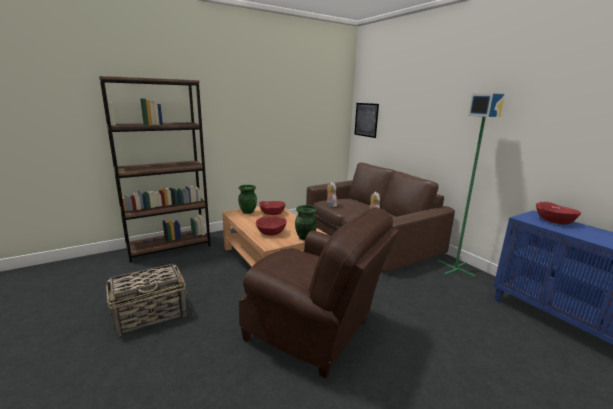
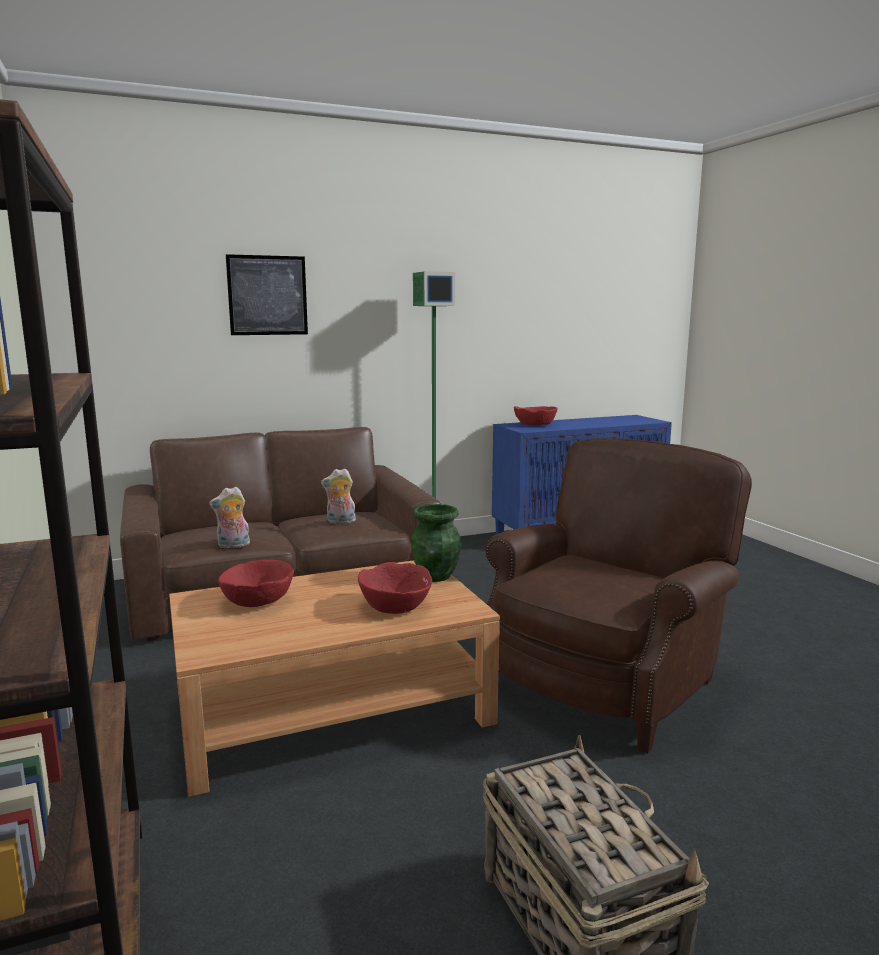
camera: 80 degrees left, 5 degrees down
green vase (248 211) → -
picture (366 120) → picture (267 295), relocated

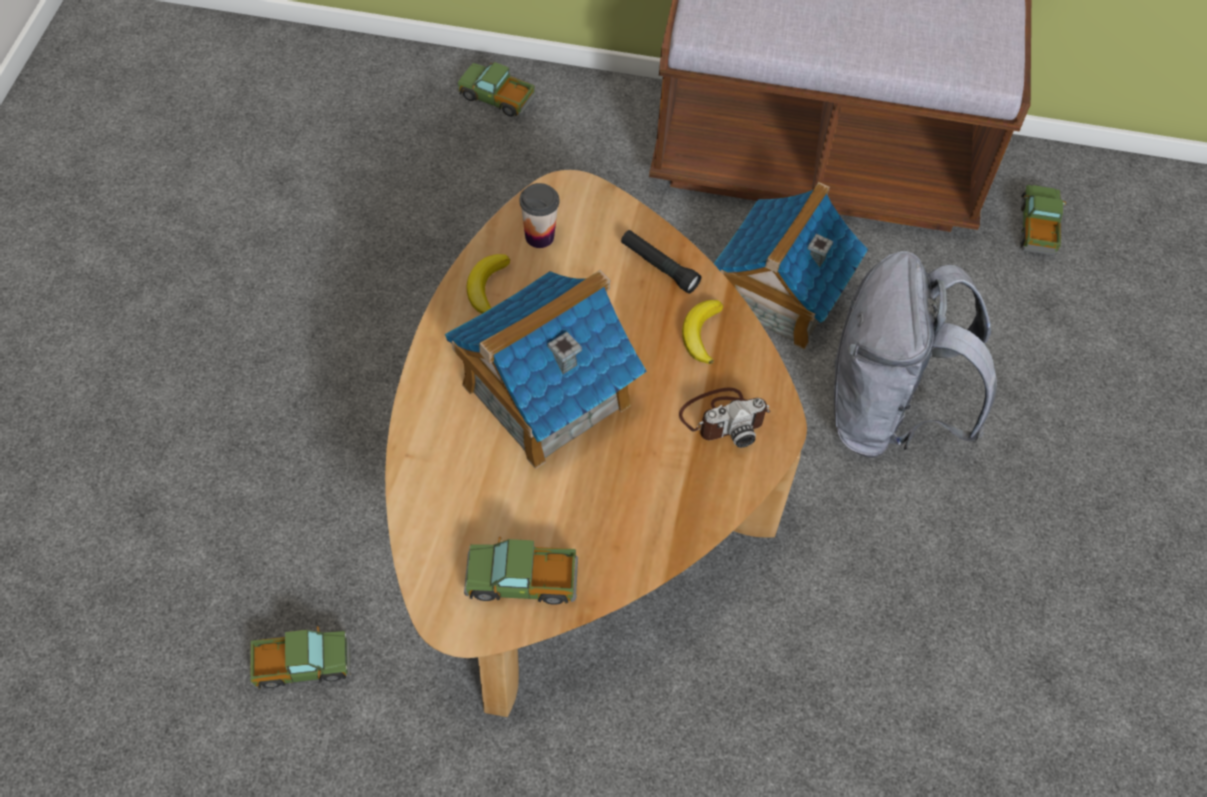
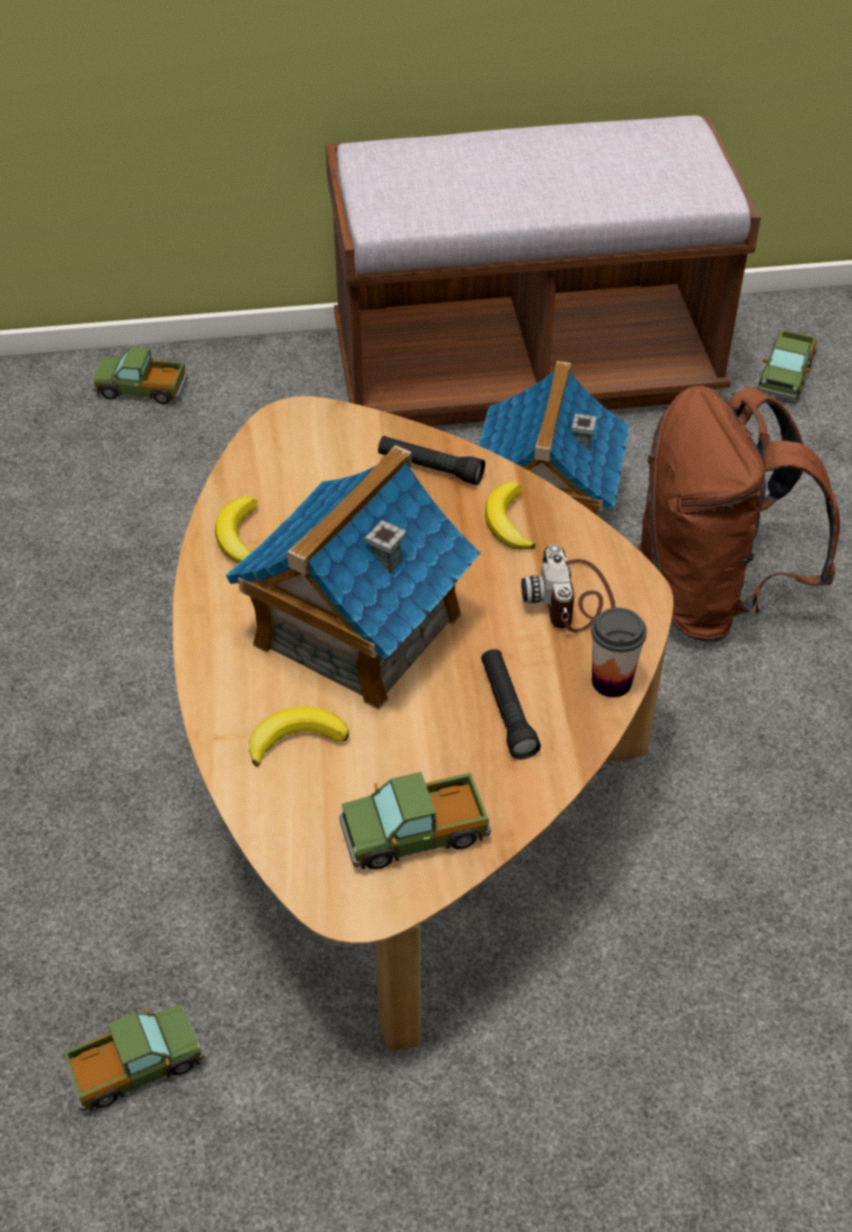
camera: 15 degrees left, 10 degrees down
cup (539 236) → cup (611 681), relocated
photo camera (723 418) → photo camera (572 599), 120 degrees clockwise
grey backpack (886 415) → brown backpack (712 596)
toy truck (1037 228) → toy truck (785 377), 150 degrees counterclockwise
- → banana (296 738)
- → black flashlight (507 711)

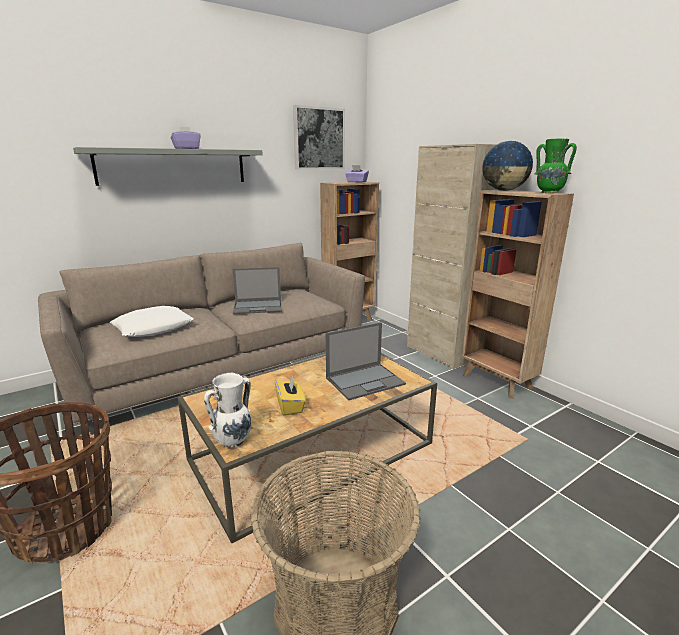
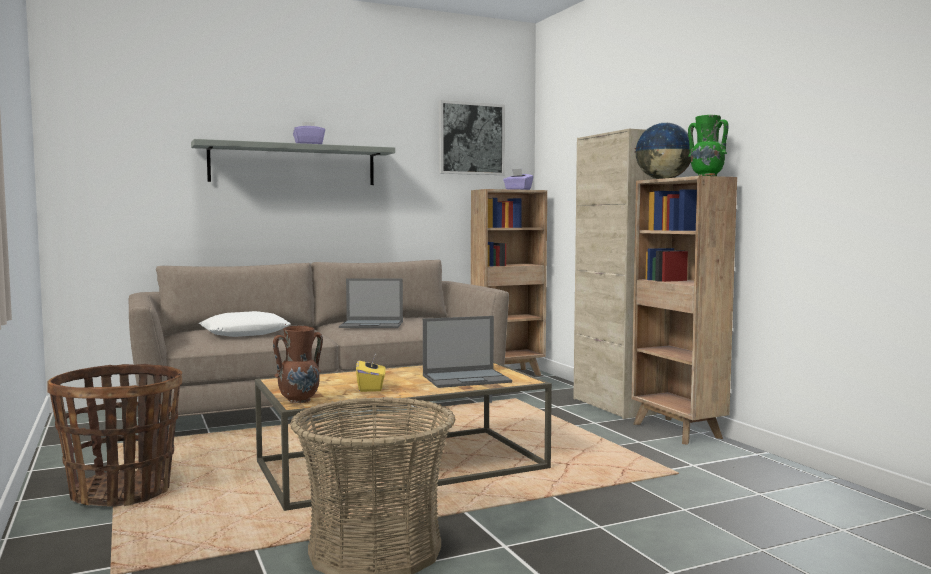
camera: 10 degrees right, 15 degrees down
white vase (233 441) → brown vase (300 401)

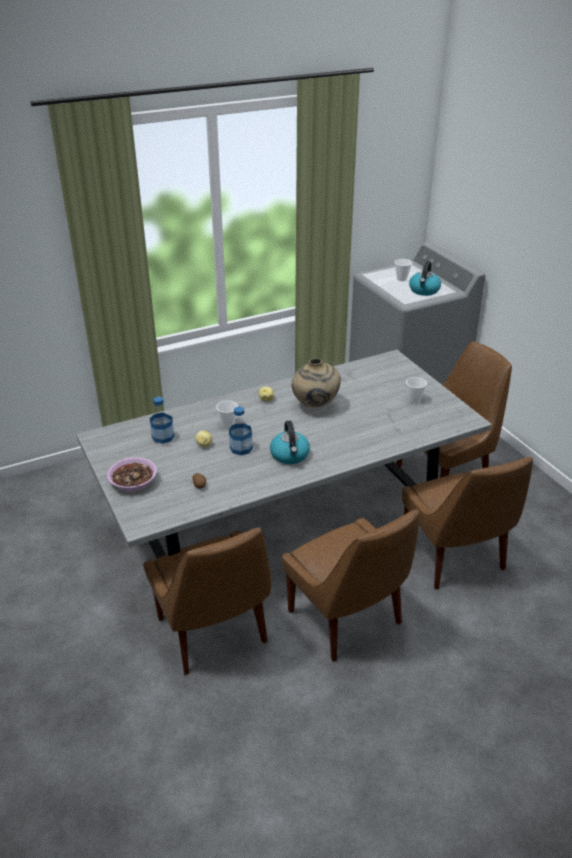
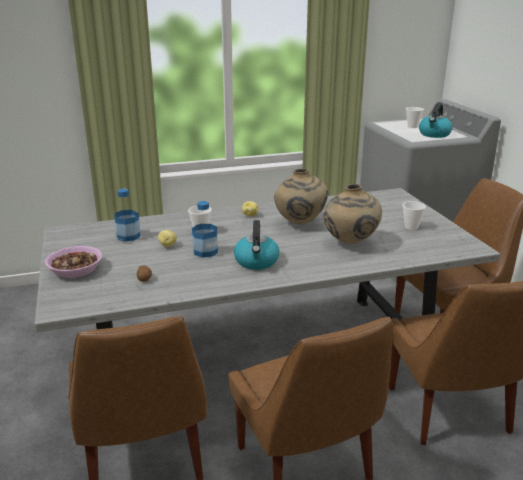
camera: 10 degrees right, 10 degrees down
- → beige vase (350 243)

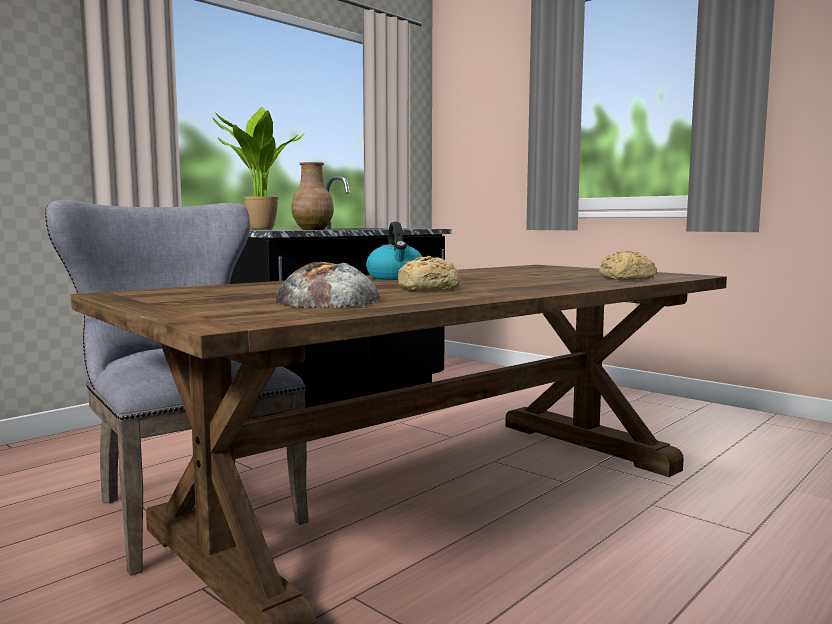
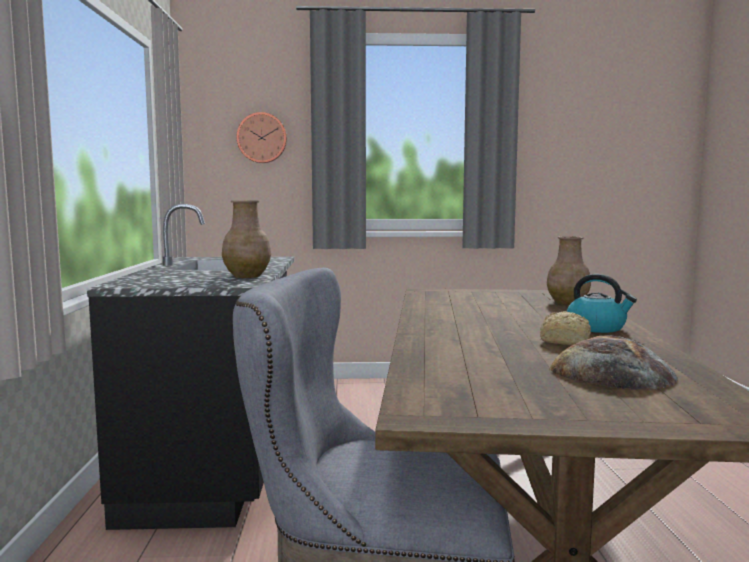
camera: 45 degrees left, 0 degrees up
potted plant (257 229) → -
kettle (396 278) → kettle (597 328), relocated
bread (626 279) → brown vase (568 303)
- → wall clock (262 138)

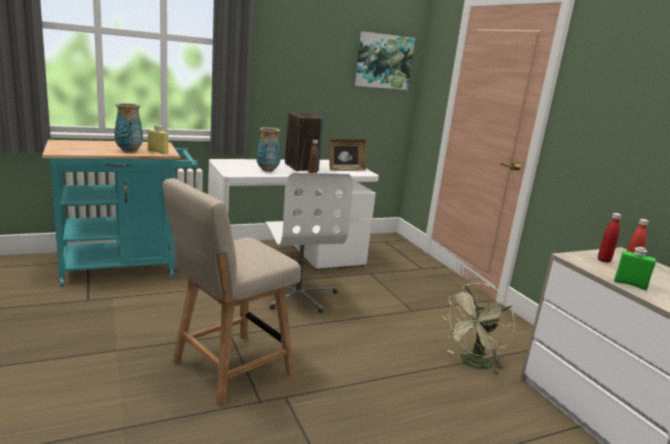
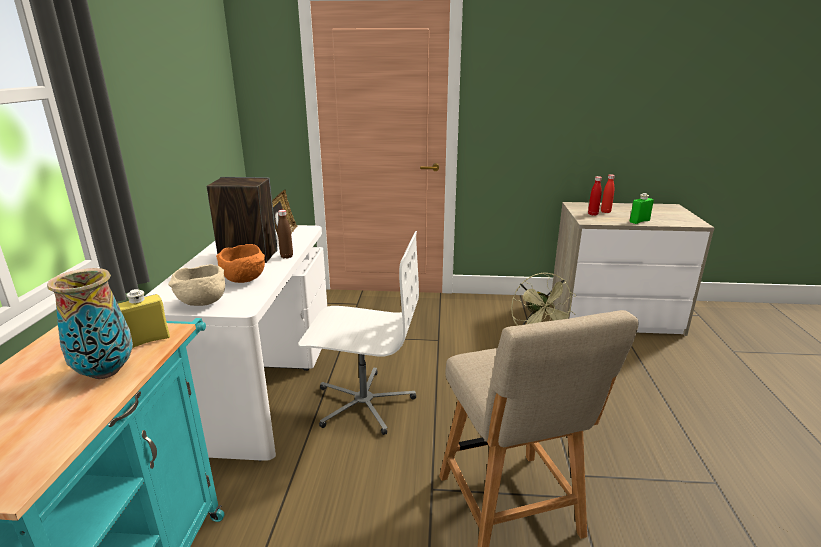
camera: 60 degrees left, 5 degrees up
vase (267 170) → orange bowl (245 280)
picture (383 61) → -
- → beige bowl (202 303)

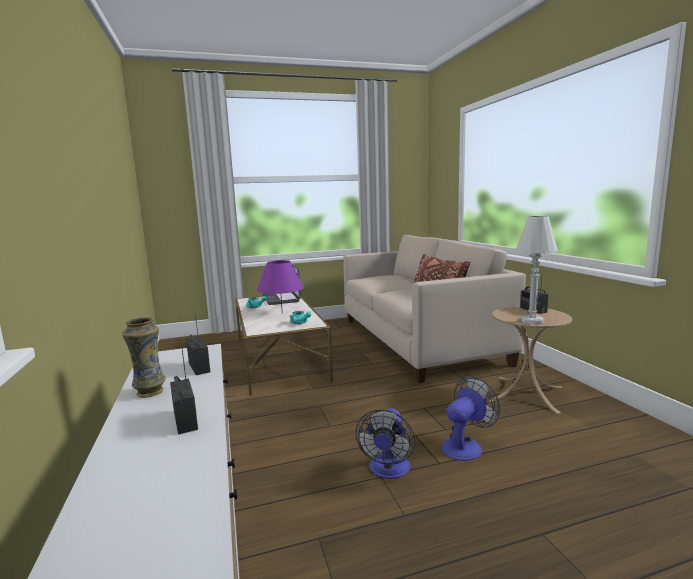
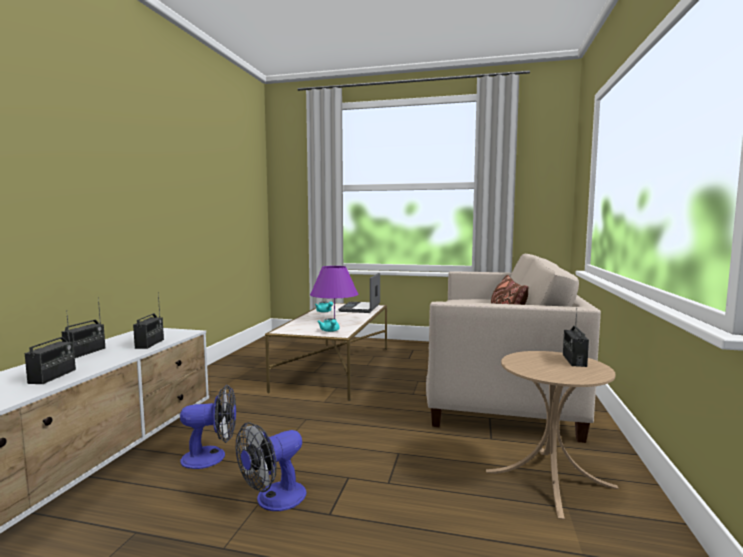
camera: 30 degrees right, 5 degrees down
vase (149 392) → radio (85 352)
fan (466 445) → fan (211 457), relocated
white table lamp (531 321) → -

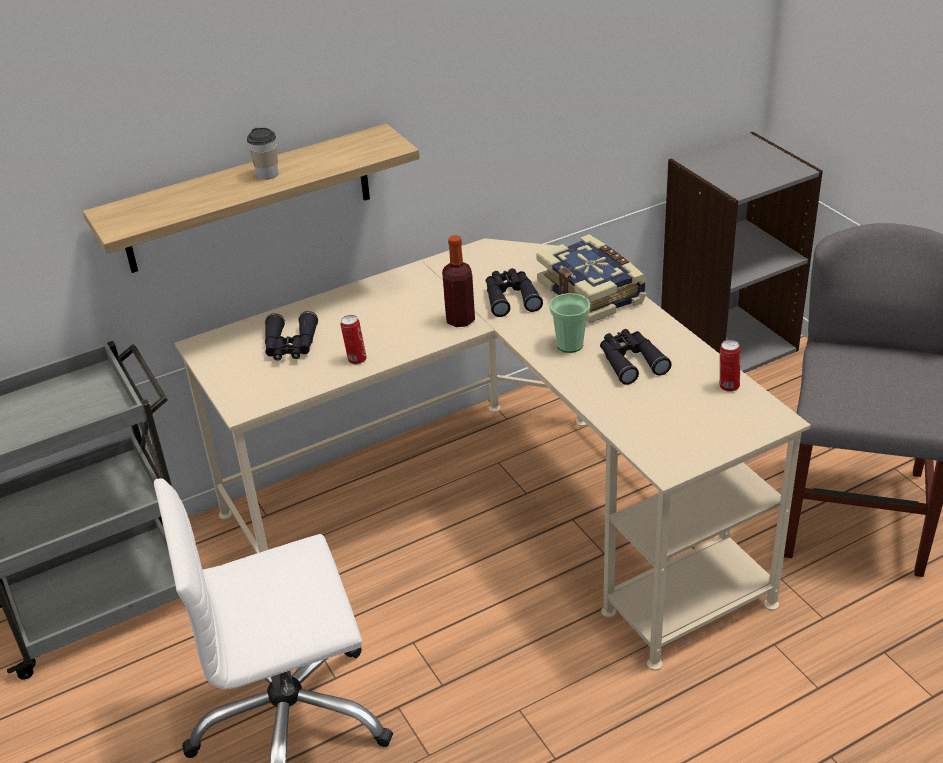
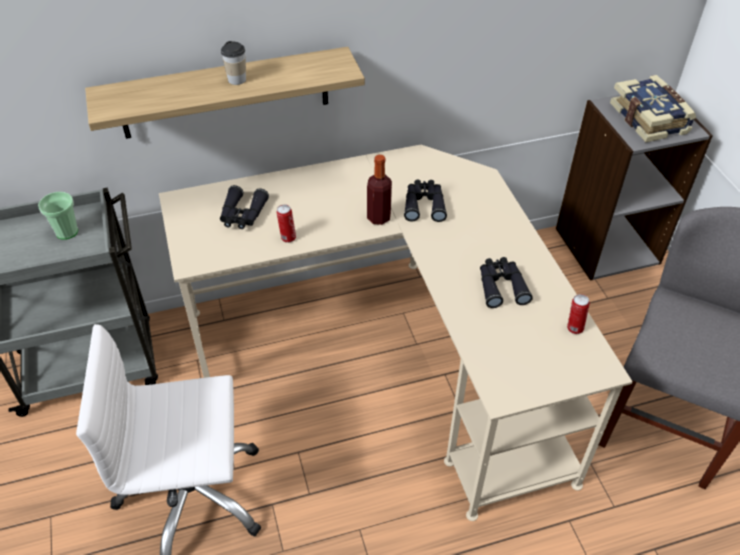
camera: 10 degrees right, 10 degrees up
book (592 292) → book (650 119), relocated
cup (569 345) → cup (67 232), relocated

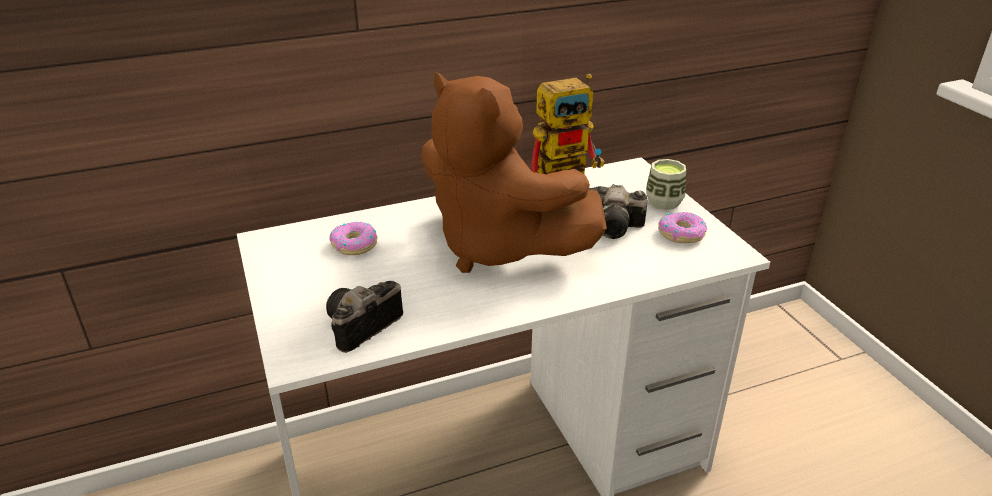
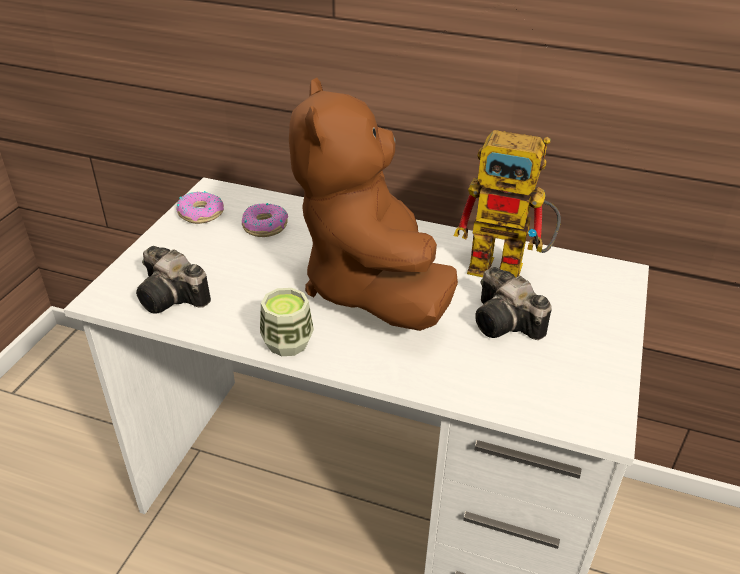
camera: 40 degrees right, 5 degrees up
photo camera (359 328) → photo camera (174 298), 135 degrees counterclockwise
cup (664 202) → cup (287 342), relocated
donut (681 234) → donut (201 213), relocated

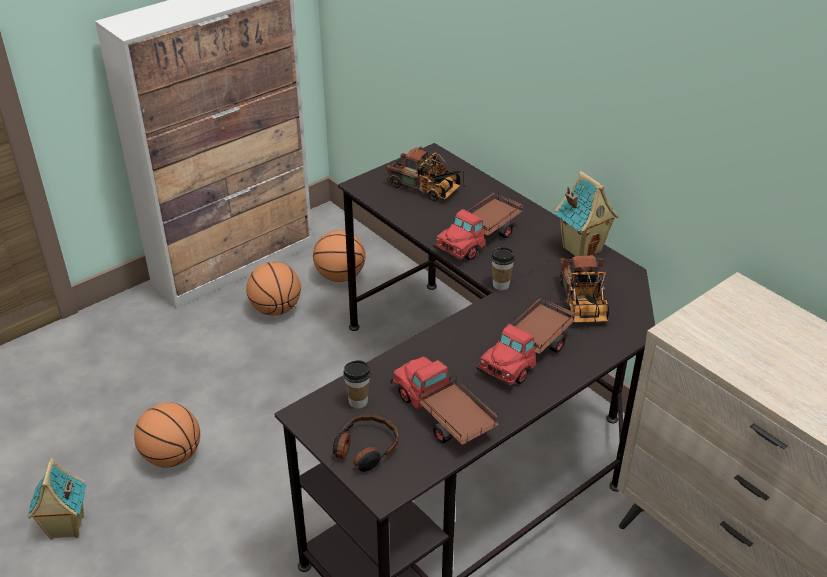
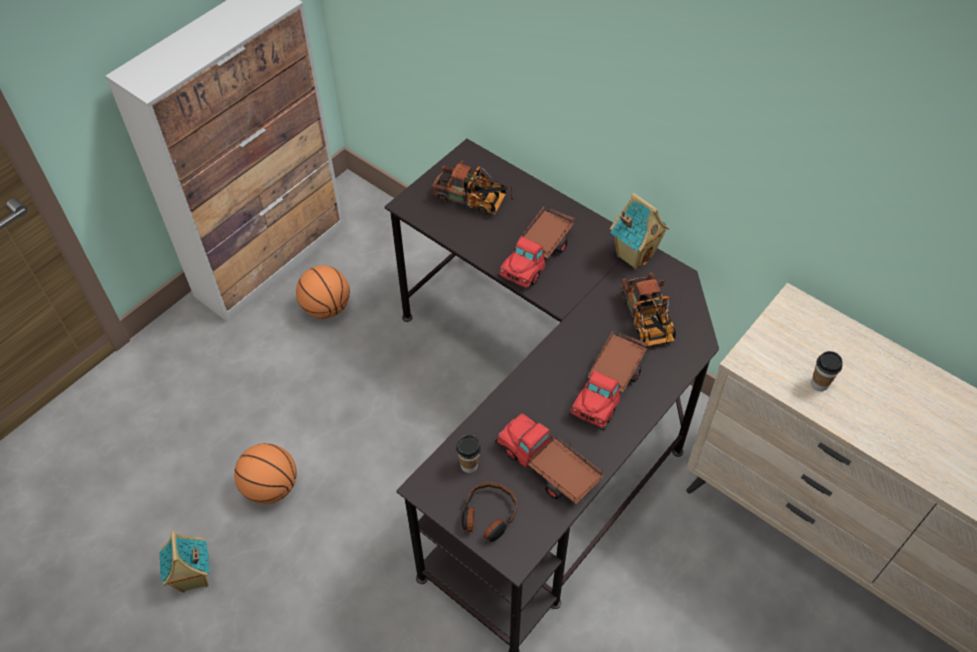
camera: 10 degrees left, 15 degrees up
basketball (340 276) → -
cup (501 285) → cup (819 384), relocated

